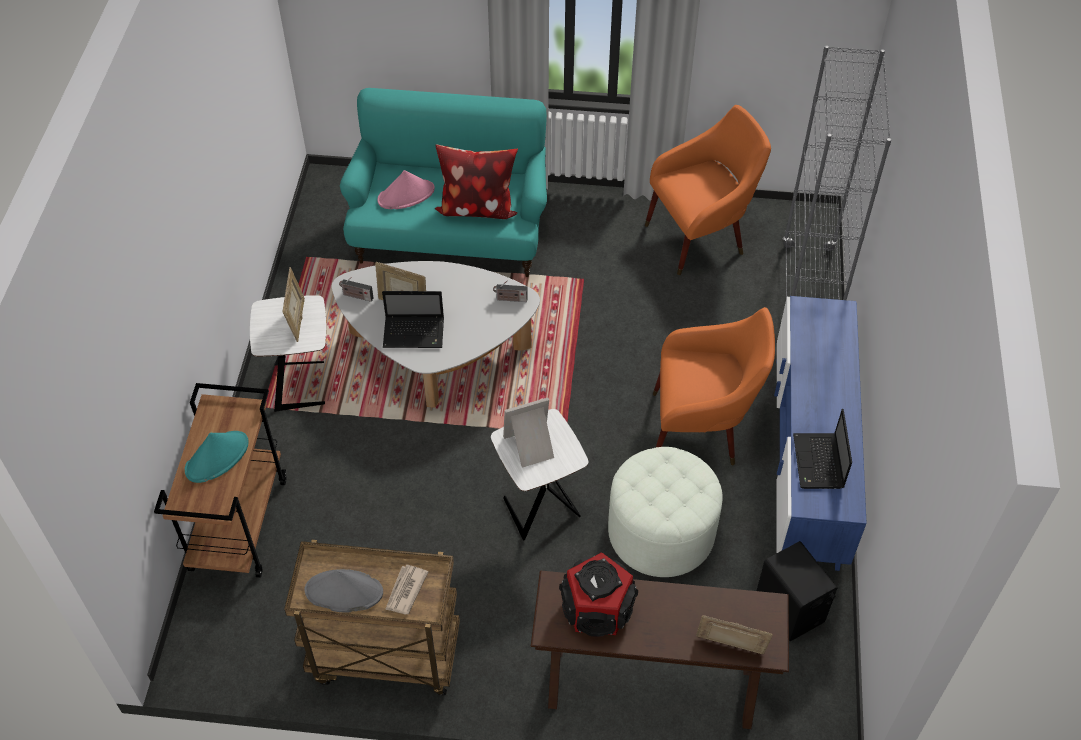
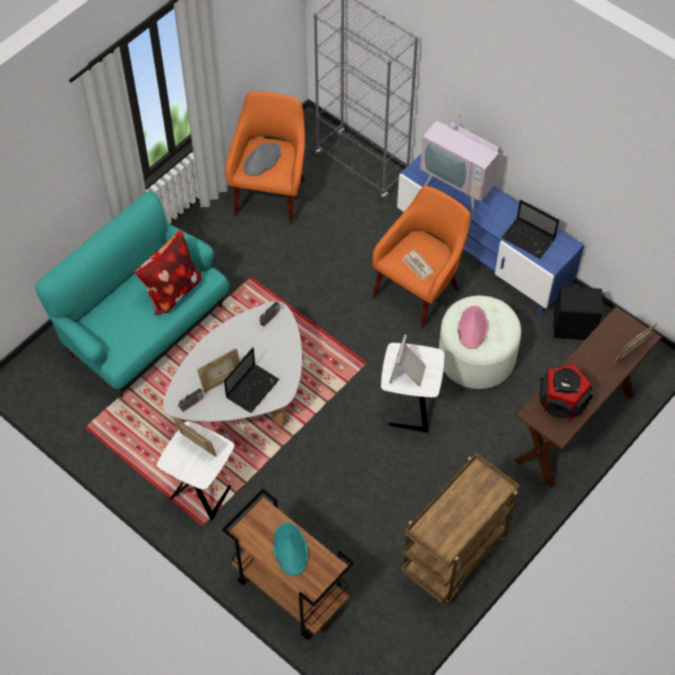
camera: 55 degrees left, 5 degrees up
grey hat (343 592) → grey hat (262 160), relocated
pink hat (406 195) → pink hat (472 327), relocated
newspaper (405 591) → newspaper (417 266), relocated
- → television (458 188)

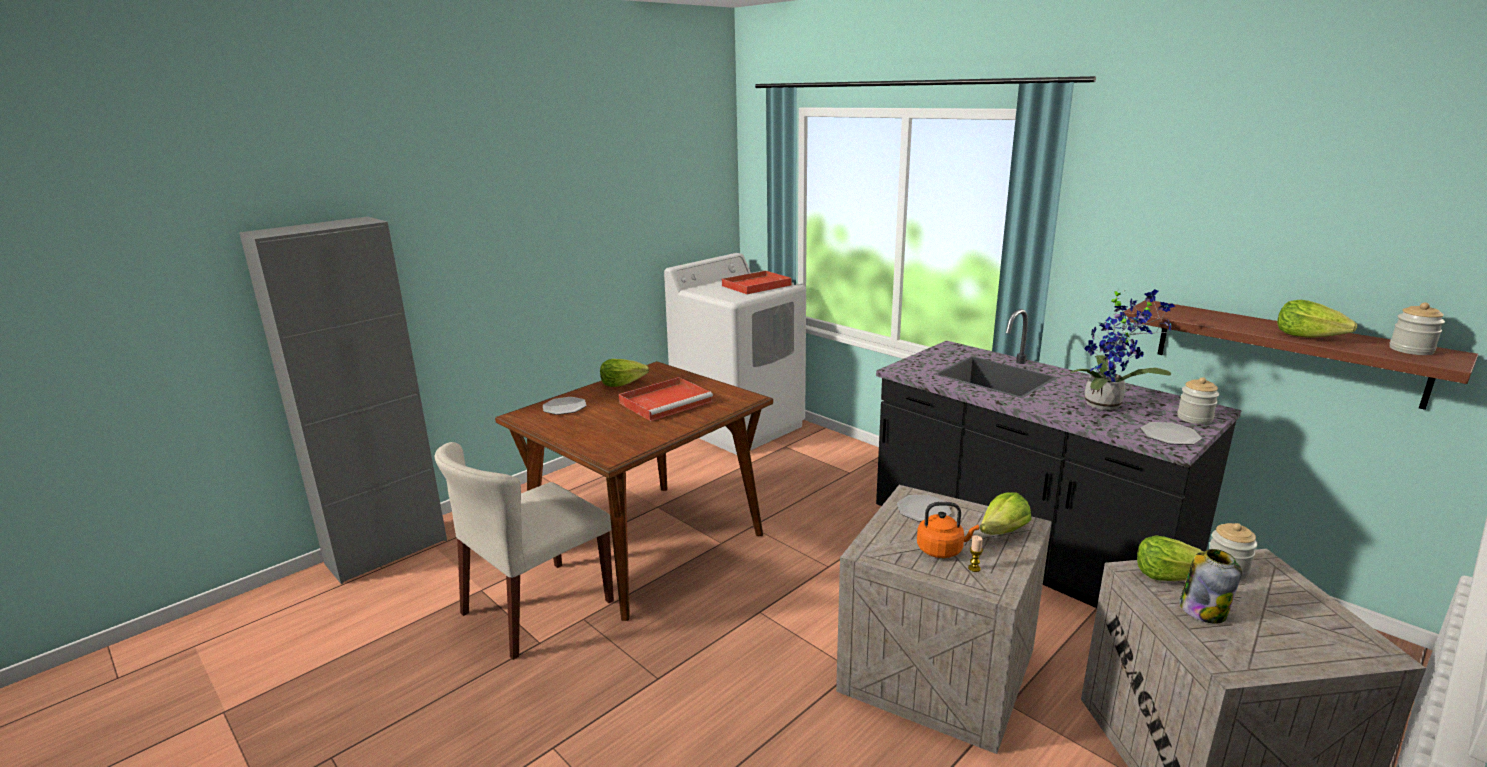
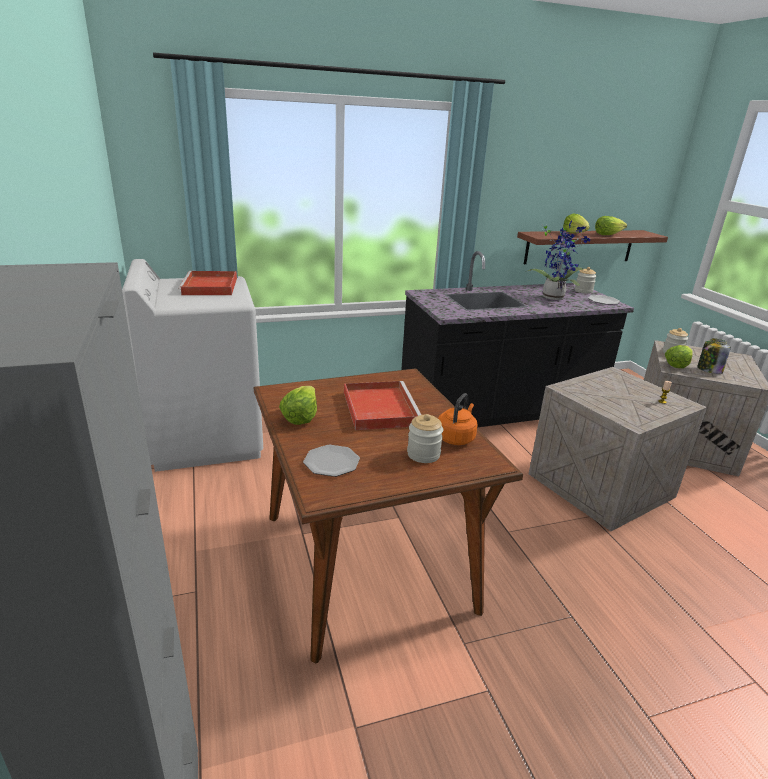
camera: 65 degrees left, 5 degrees up
beige chair (537 608) → -
plate (924 510) → -
orange kettle (942 550) → orange kettle (456 437), relocated
lettuce (1003 532) → lettuce (575 234), relocated
jar (1411 350) → jar (423 454), relocated

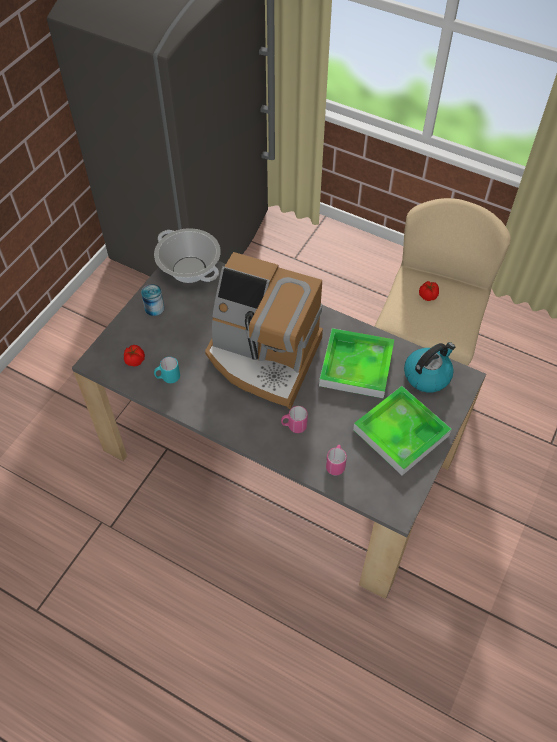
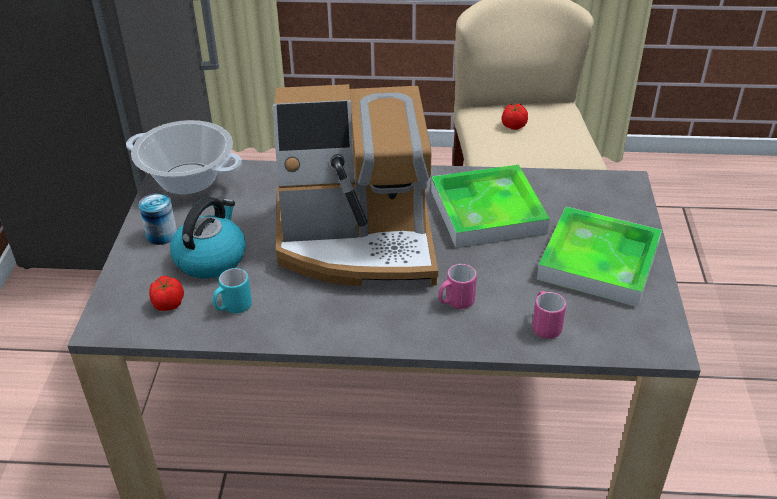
camera: 25 degrees left, 15 degrees down
kettle (427 375) → kettle (211 258), relocated

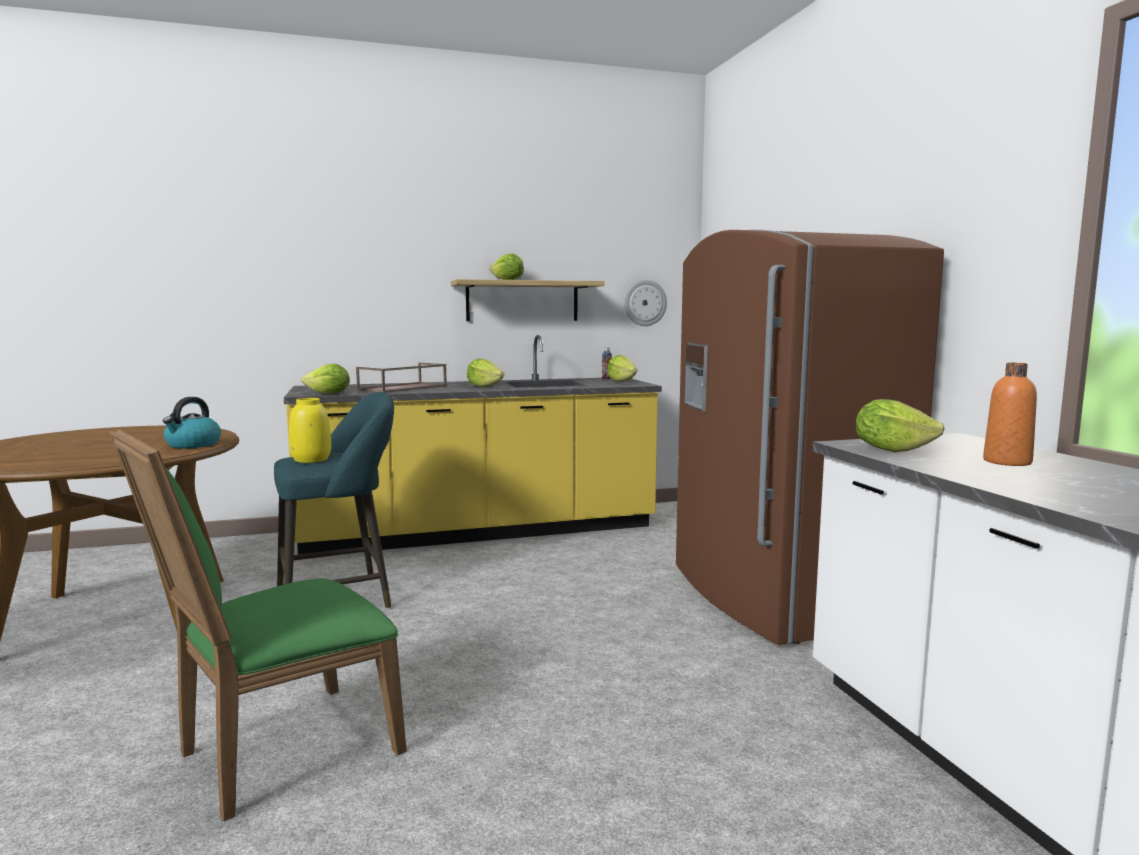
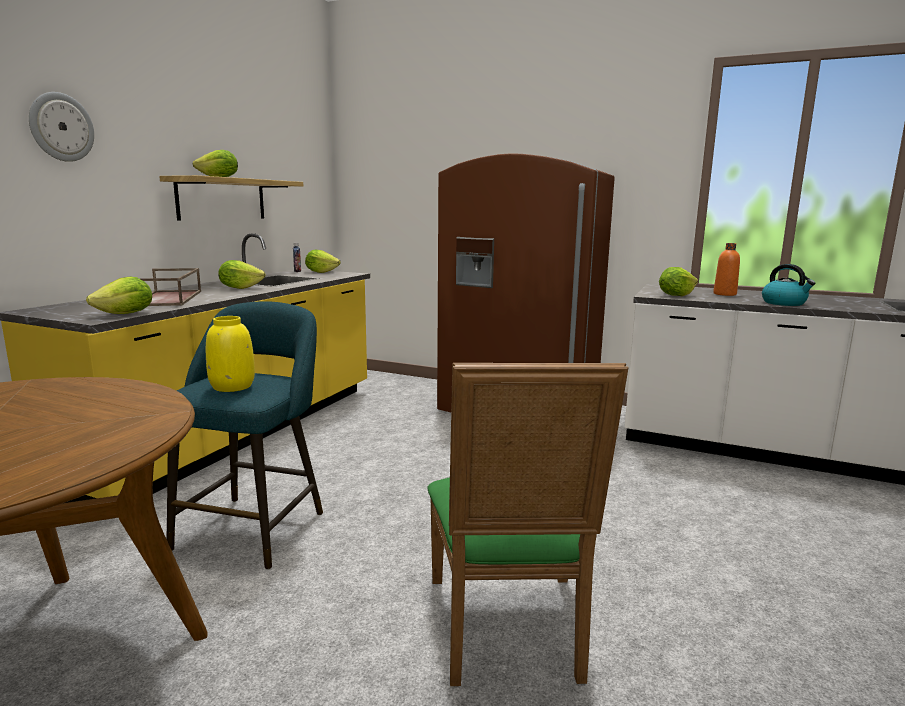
camera: 50 degrees left, 5 degrees up
kettle (193 445) → kettle (784 303), relocated
wall clock (645 303) → wall clock (61 127), relocated

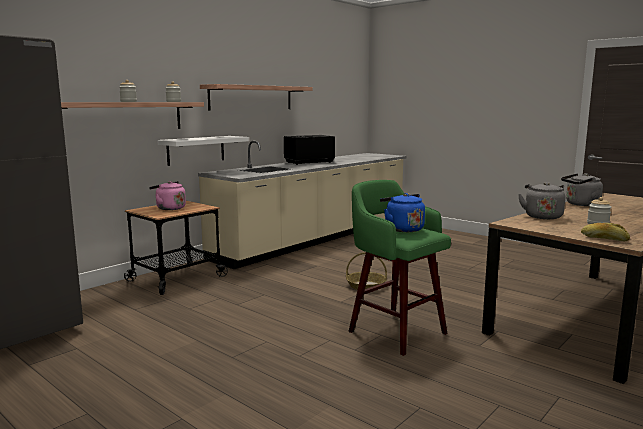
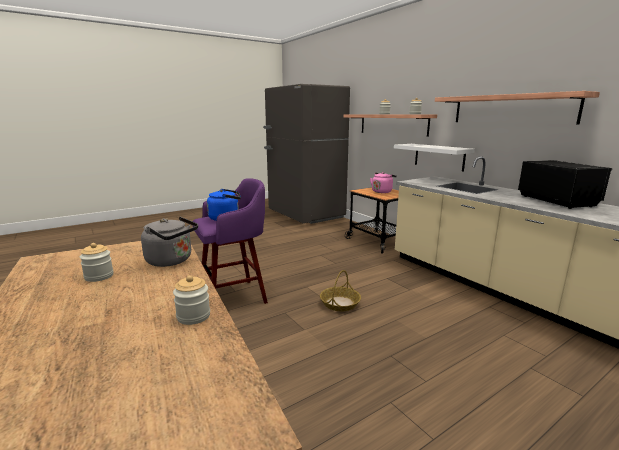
camera: 105 degrees right, 5 degrees up
green stool (395 331) → purple stool (235 297)
grey kettle (580 204) → jar (193 316)
bread (604 239) → -

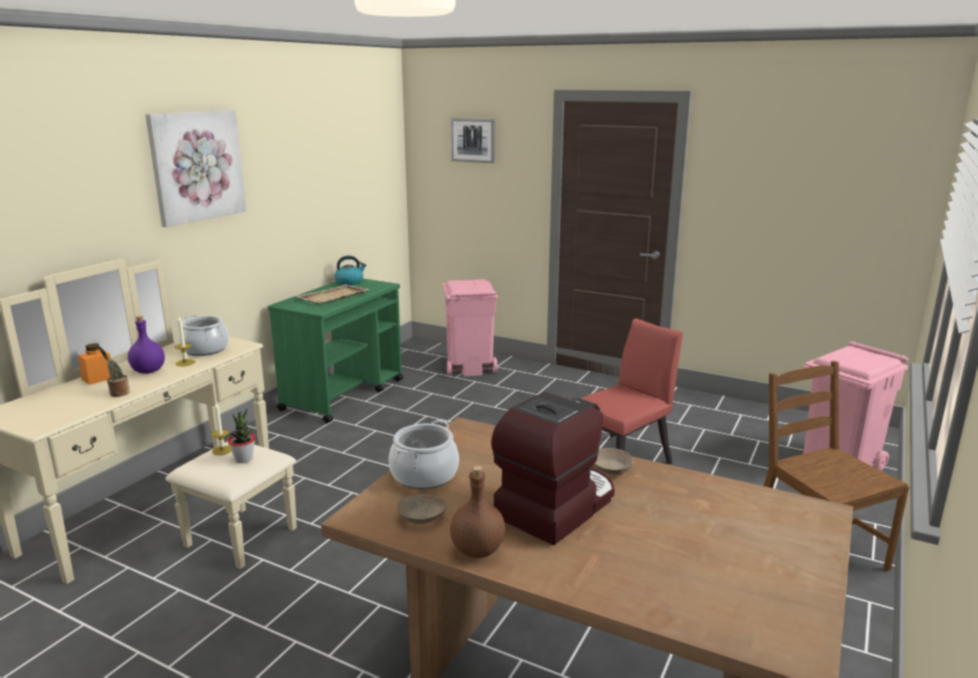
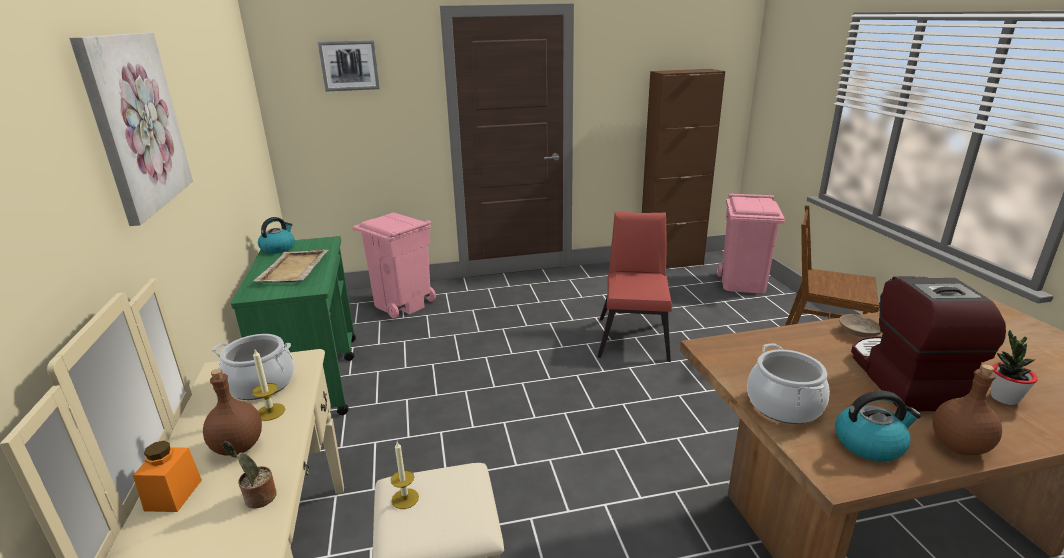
camera: 40 degrees left, 5 degrees up
purple bottle (148 371) → brown bottle (237 447)
potted plant (244 459) → potted plant (1004 398), relocated
beige bowl (421 517) → kettle (869 444)
- → brown cabinet (670 263)

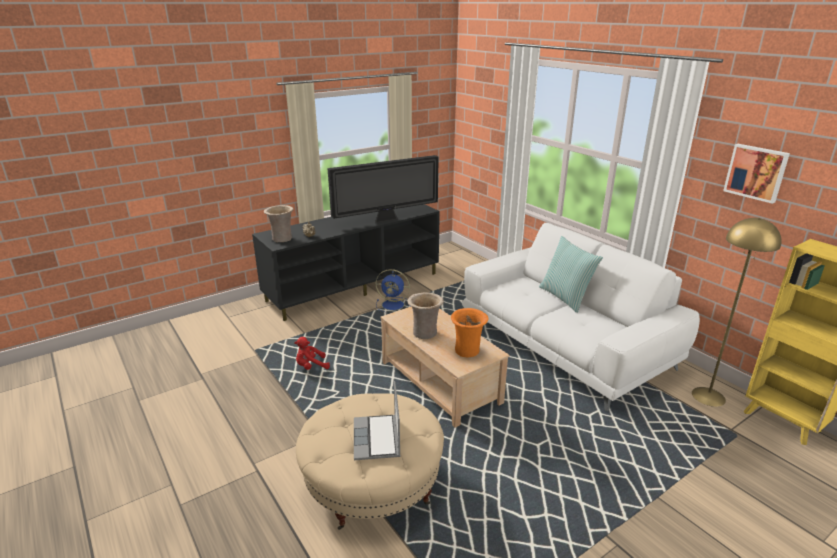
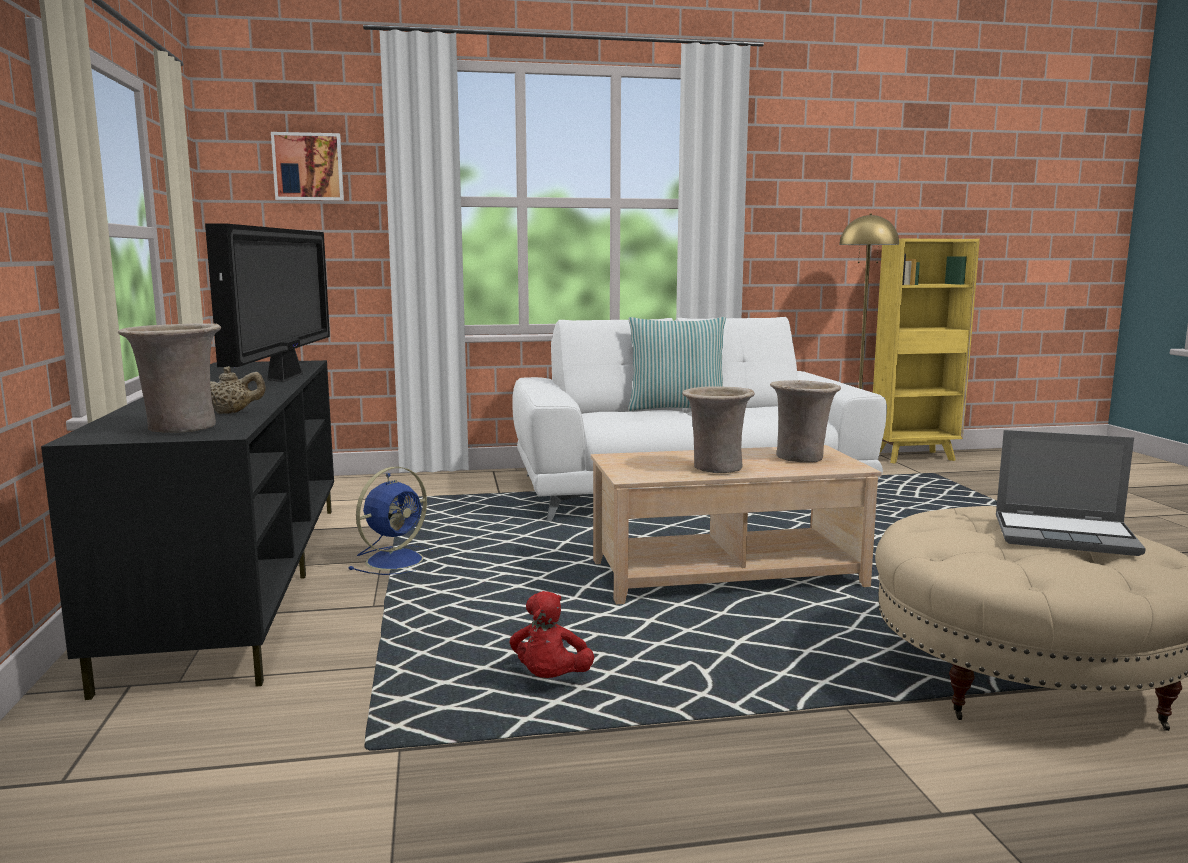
camera: 65 degrees left, 15 degrees down
orange vase (468 351) → beige vase (801 457)
picture (756 172) → picture (308 167), relocated

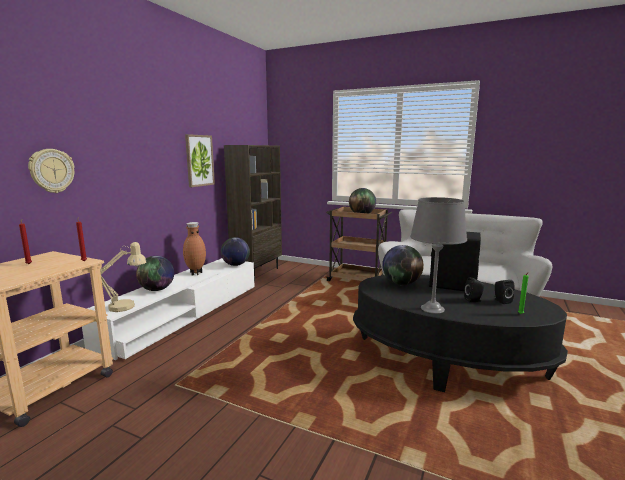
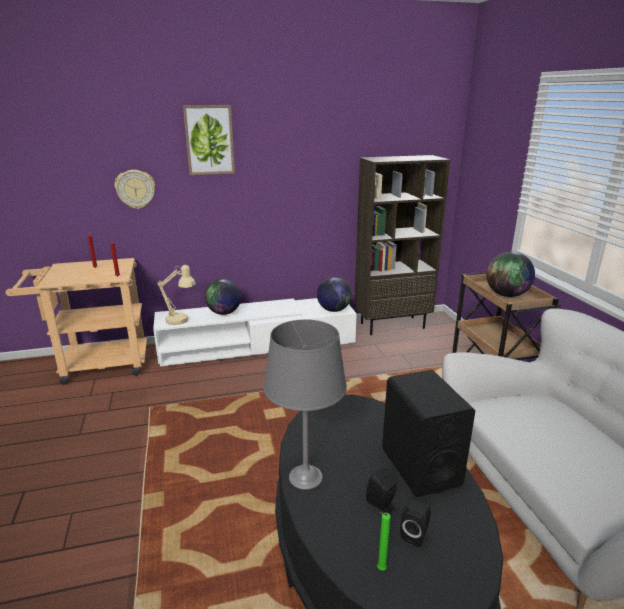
camera: 50 degrees right, 10 degrees up
brown vase (195 273) → -
picture (199 160) → picture (209 140), relocated
globe (401 284) → -

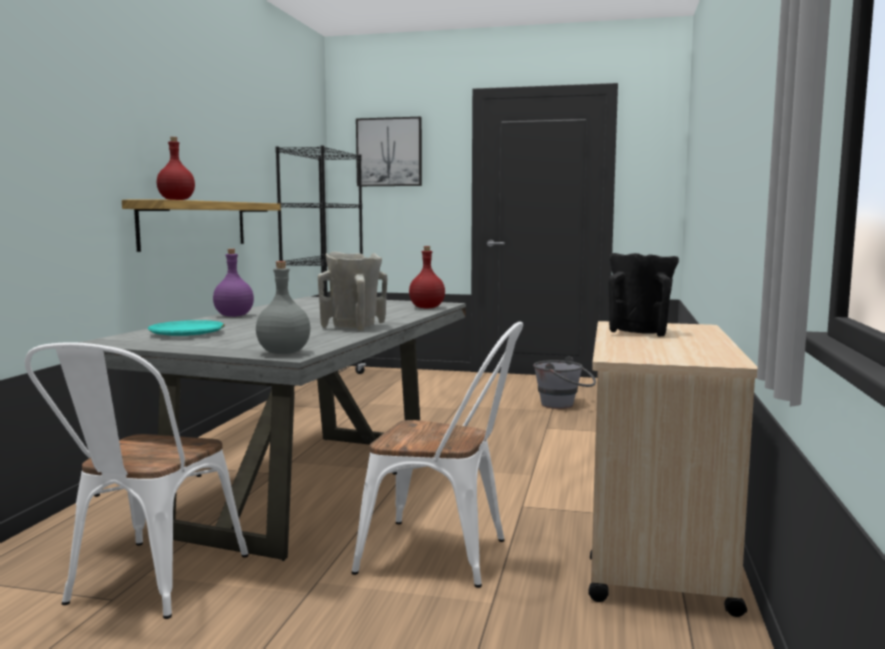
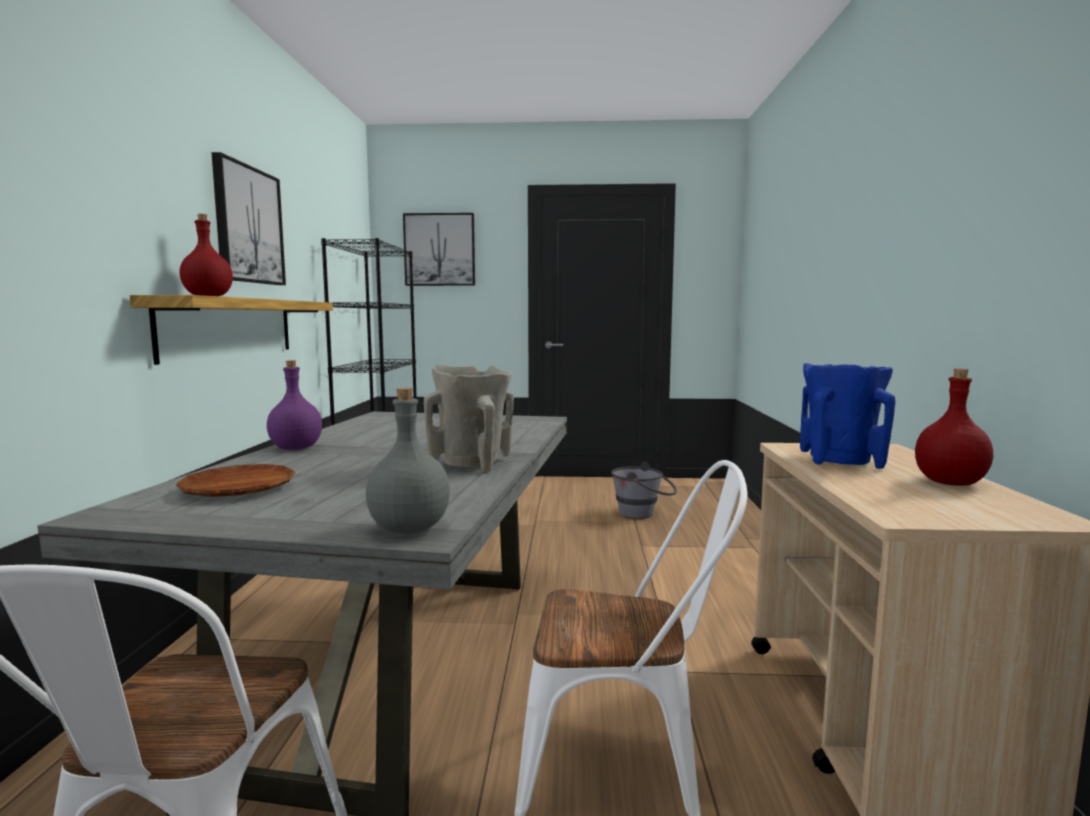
camera: 10 degrees left, 0 degrees up
turquoise plate (187 333) → brown plate (238 488)
red bottle (427 308) → red bottle (950 482), relocated
black vase (640 332) → blue vase (841 461)
- → picture (248 225)

